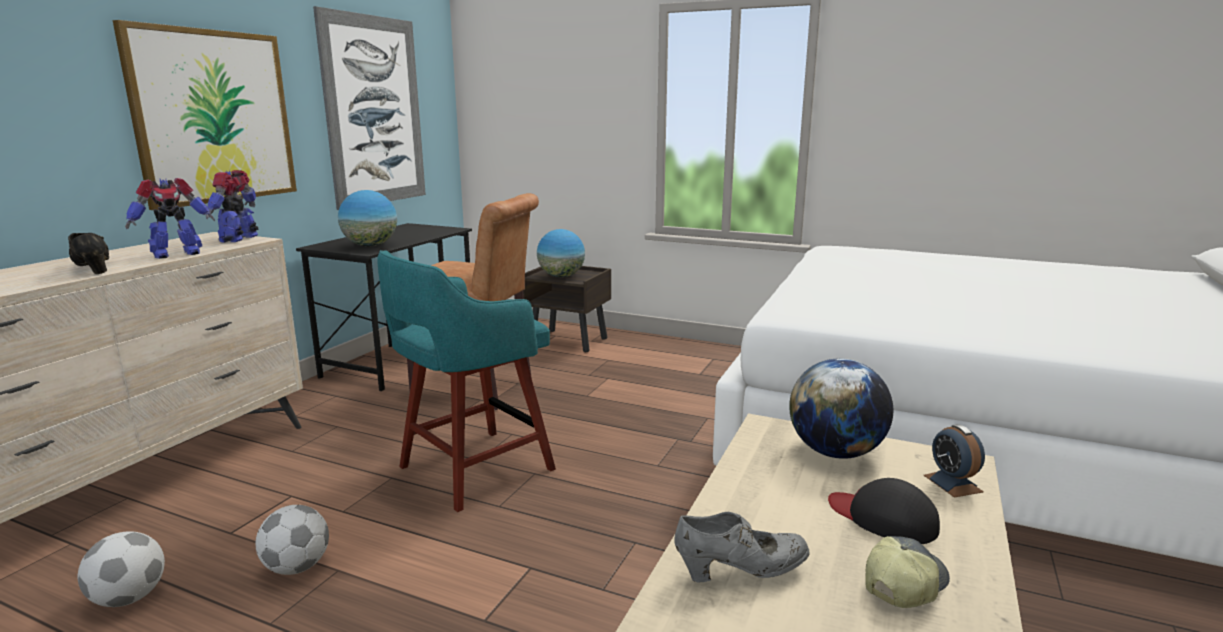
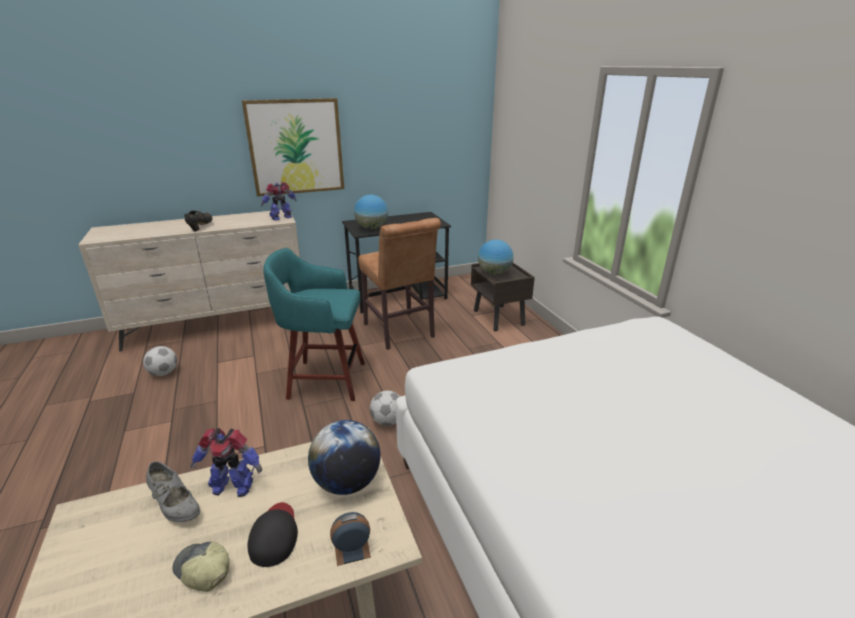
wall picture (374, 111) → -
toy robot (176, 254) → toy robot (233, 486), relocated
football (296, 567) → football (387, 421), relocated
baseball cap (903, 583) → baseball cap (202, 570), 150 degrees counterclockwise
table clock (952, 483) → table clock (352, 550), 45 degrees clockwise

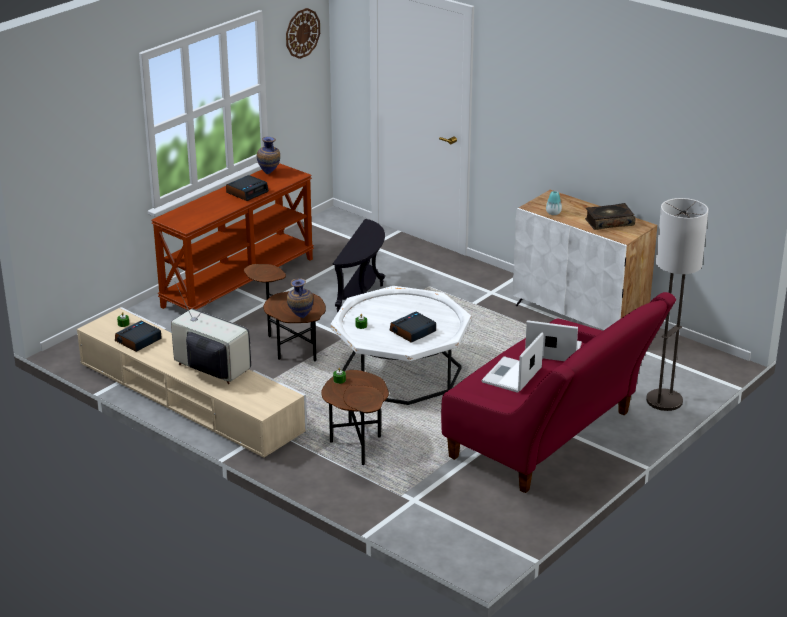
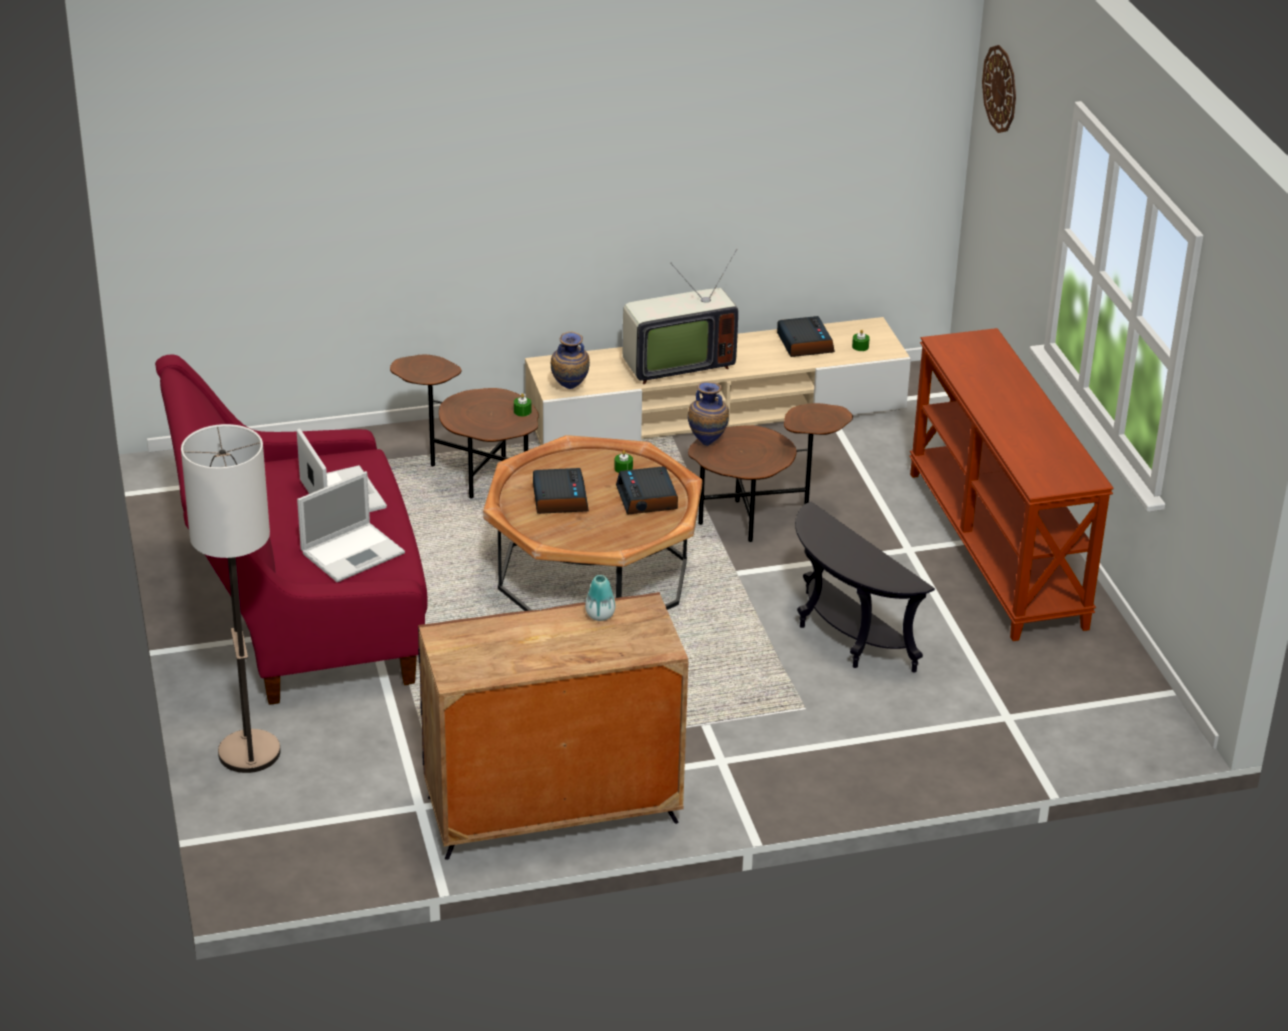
volume (609, 222) → -
table clock (247, 192) → table clock (647, 498), relocated
decorative vase (269, 173) → decorative vase (569, 390), relocated
hanging clock (302, 33) → hanging clock (1000, 89), relocated
coffee table in white (401, 372) → coffee table in brown-coloured (593, 575)
storage cabinet in white (580, 315) → storage cabinet in brown-coloured (551, 810)

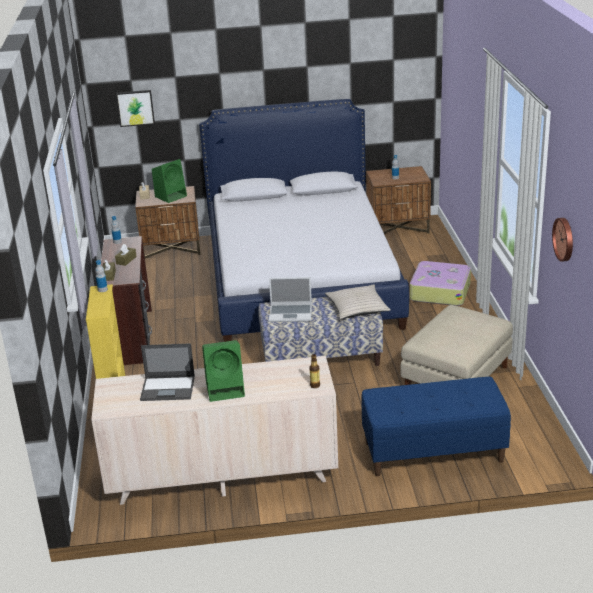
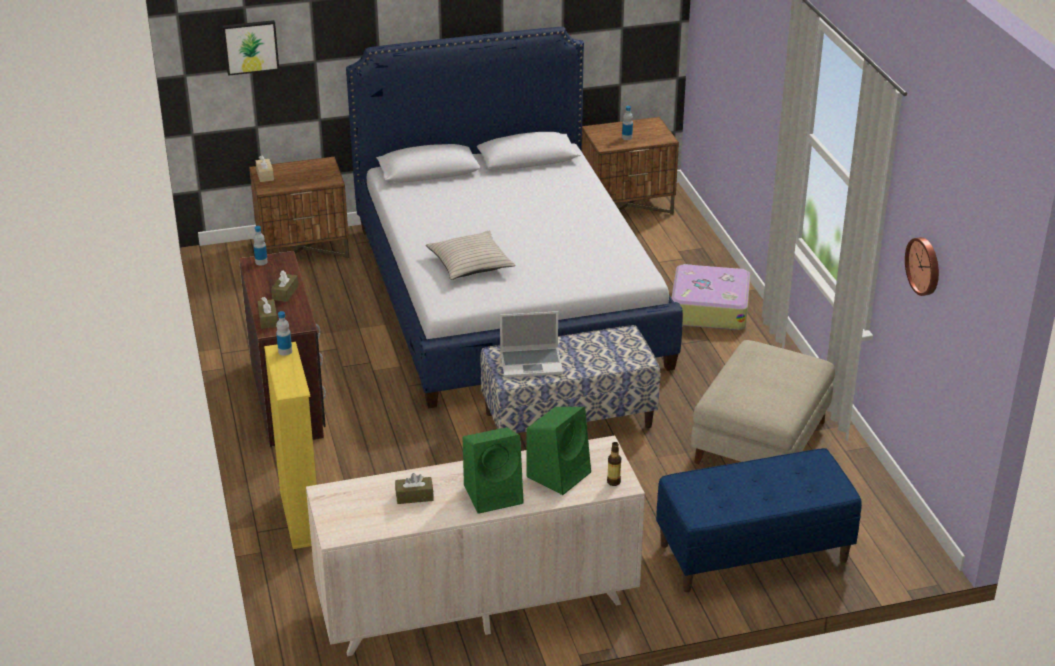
audio speaker in green-coloured (171, 196) → audio speaker in green-coloured (559, 473), relocated
pillow in beige-coloured (357, 308) → pillow in beige-coloured (470, 264), relocated
notebook computer (168, 388) → tissue box in brown-coloured (414, 496)

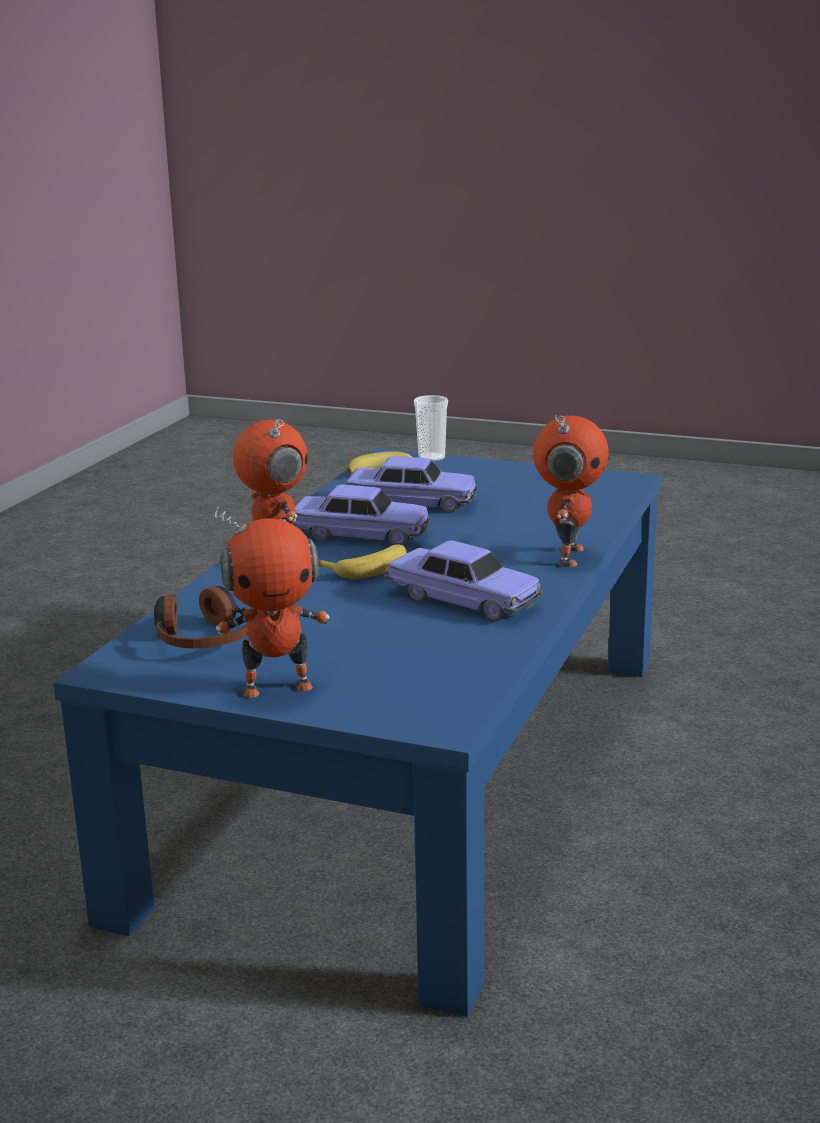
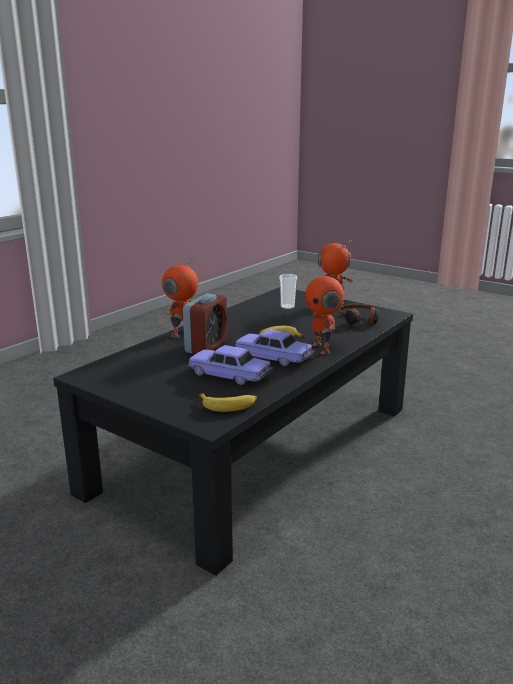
miniature car (463, 599) → -
- → table clock (206, 346)
cup (431, 458) → cup (287, 307), relocated
coffee table in blue (415, 772) → coffee table in black-coloured (255, 447)

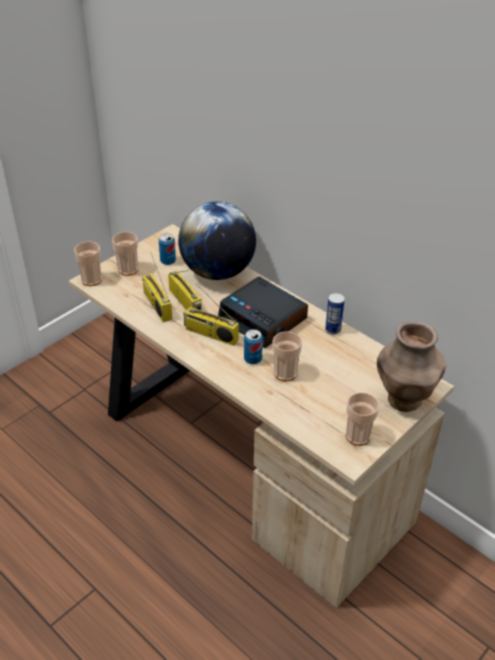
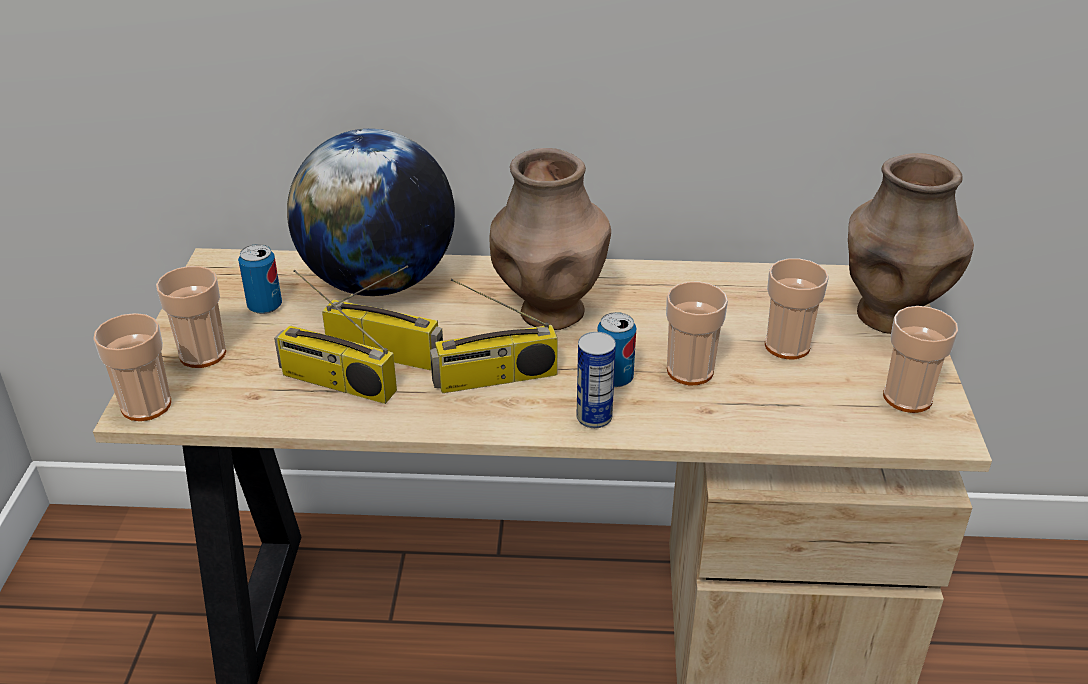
- → cup (787, 346)
metal can (333, 329) → metal can (594, 417), relocated
table clock (264, 319) → decorative vase in brown-coloured (549, 313)

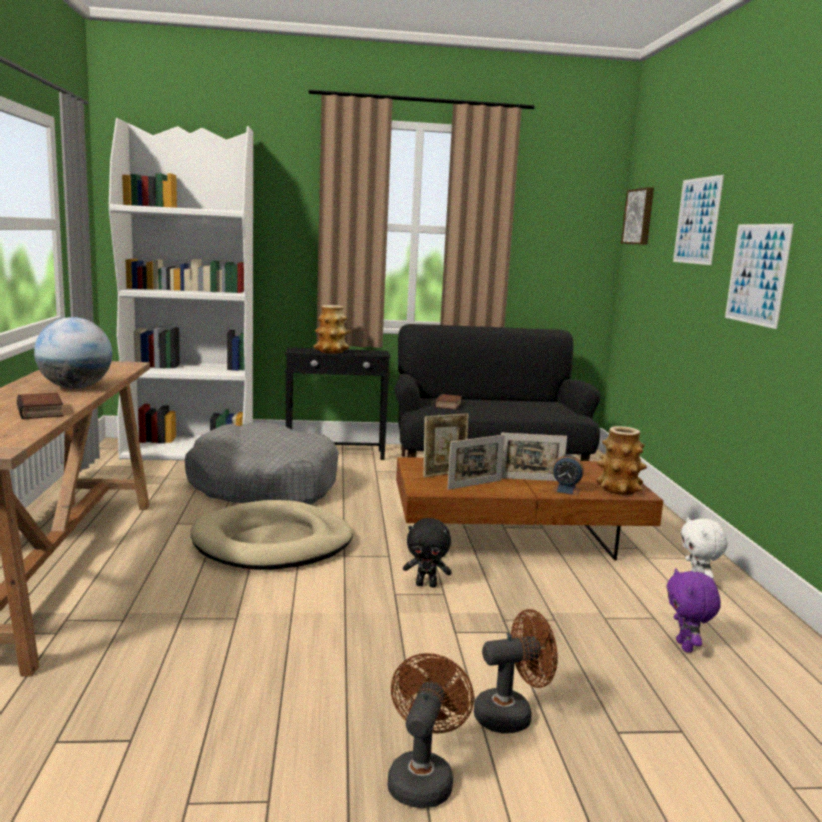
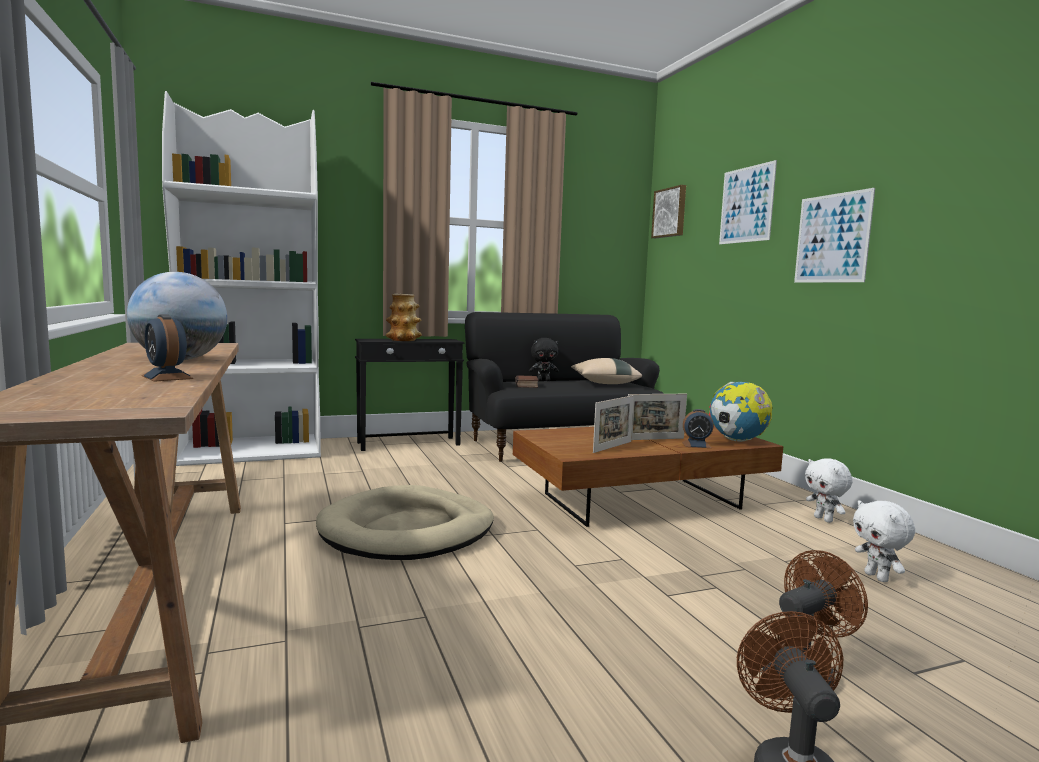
dog cushion in gray (263, 486) → -
picture frame (444, 473) → -
- → pillow in beige-coloured (604, 383)
soft toy in black-coloured (426, 585) → soft toy in black-coloured (543, 380), relocated
volume (42, 412) → table clock (167, 377)
decorative vase (618, 489) → globe (737, 440)
soft toy in purple (686, 647) → soft toy in white (877, 577)

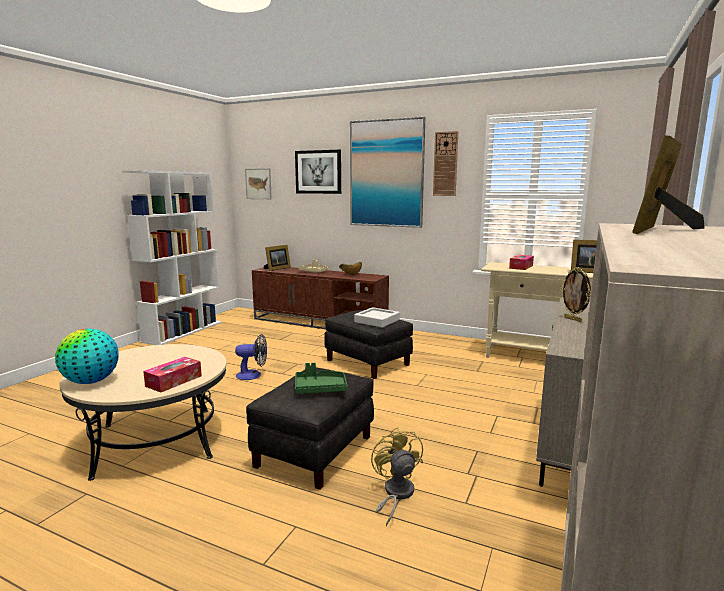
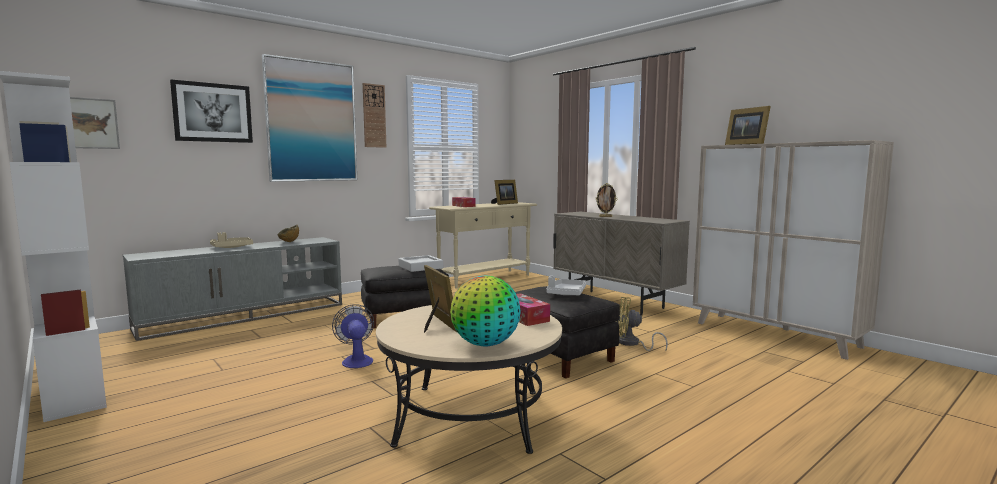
picture frame (276, 269) → picture frame (438, 324), relocated
media console in brown-coloured (320, 323) → media console in gray (245, 315)
carrying tray in green-coloured (320, 389) → carrying tray in gray (566, 293)
electric fan (253, 375) → electric fan (356, 360), 45 degrees counterclockwise

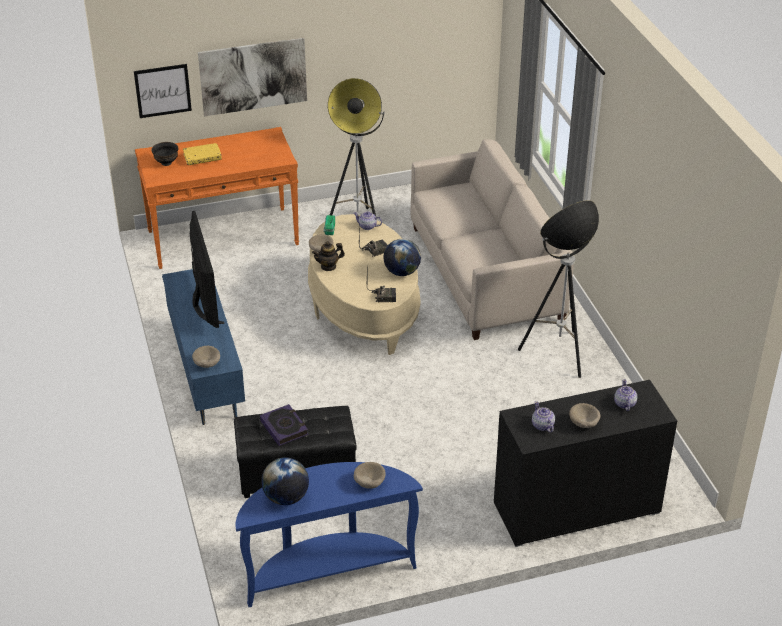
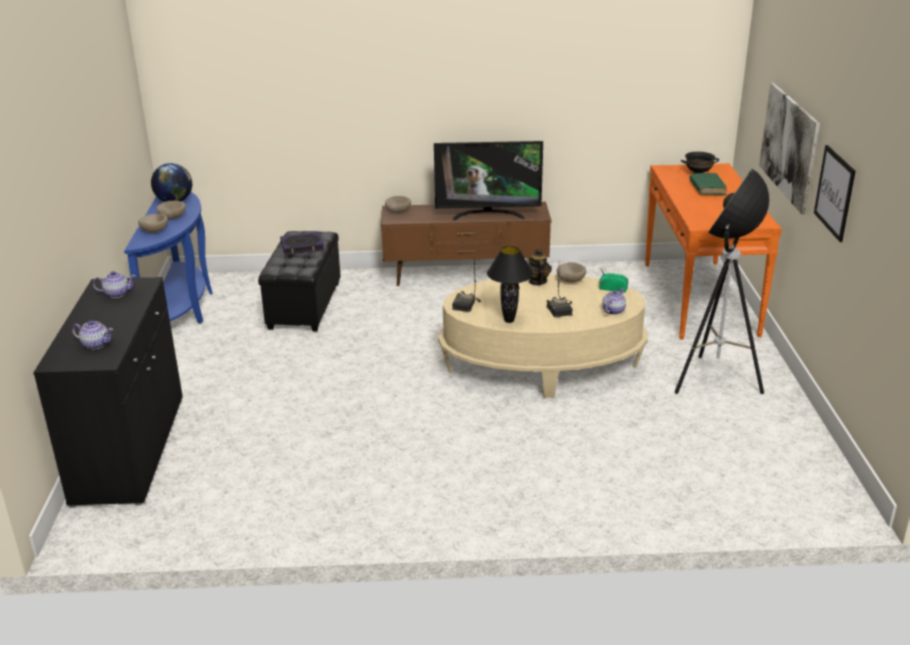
settee in beige-coloured (485, 273) → -
standing lamp (558, 354) → -
wall picture (162, 90) → wall picture (834, 192), relocated
serving bowl in beige-coloured (583, 424) → serving bowl in beige-coloured (172, 217), relocated
globe (401, 272) → tabletop lamp in black-coloured (509, 320)
media console in blue (207, 375) → media console in brown-coloured (465, 277)
volume in yellow-coloured (202, 158) → volume in green-coloured (707, 188)

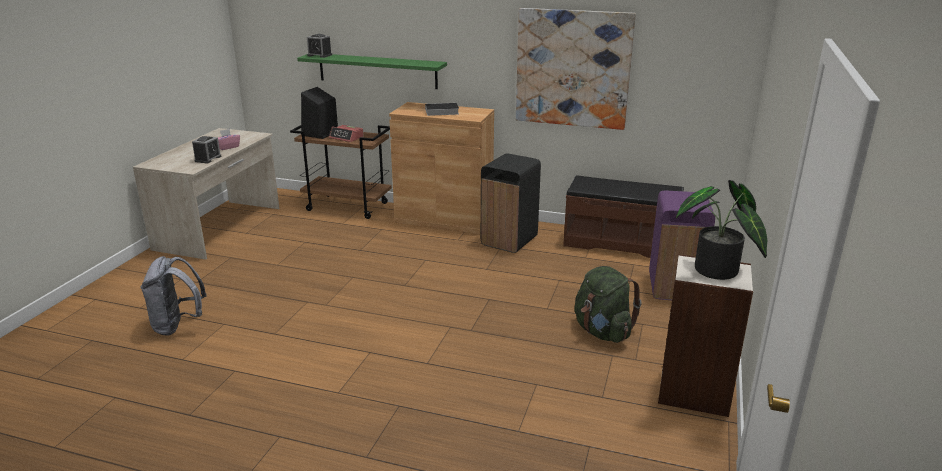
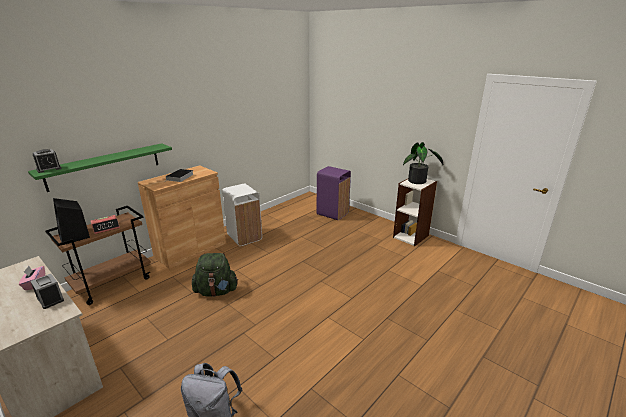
wall picture (573, 68) → -
indoor bench in brown-coloured (620, 243) → -
backpack in green-coloured (602, 332) → backpack in green-coloured (216, 291), relocated
rubbish bin in black-coloured (510, 240) → rubbish bin in white (244, 237)

